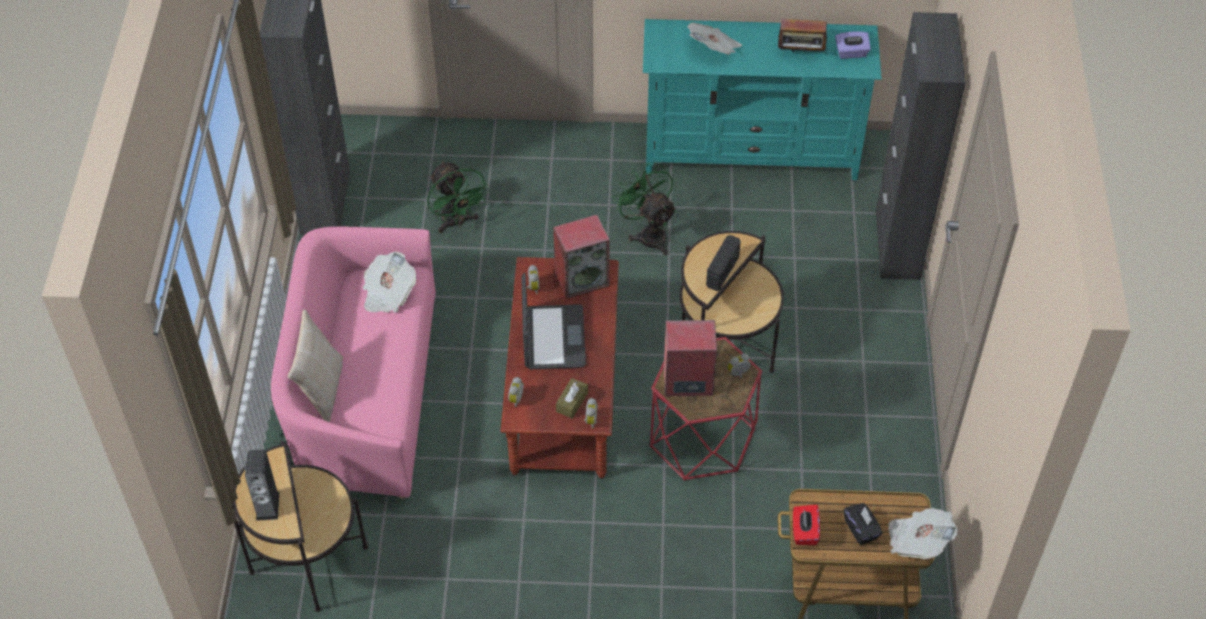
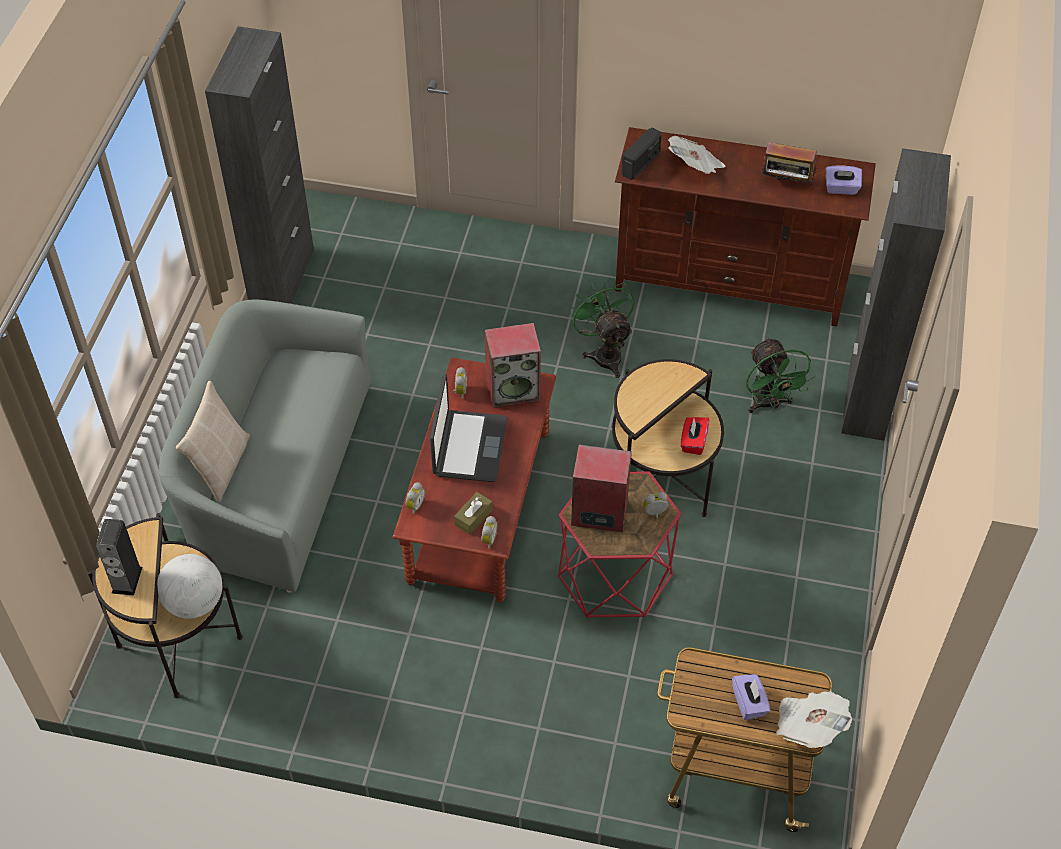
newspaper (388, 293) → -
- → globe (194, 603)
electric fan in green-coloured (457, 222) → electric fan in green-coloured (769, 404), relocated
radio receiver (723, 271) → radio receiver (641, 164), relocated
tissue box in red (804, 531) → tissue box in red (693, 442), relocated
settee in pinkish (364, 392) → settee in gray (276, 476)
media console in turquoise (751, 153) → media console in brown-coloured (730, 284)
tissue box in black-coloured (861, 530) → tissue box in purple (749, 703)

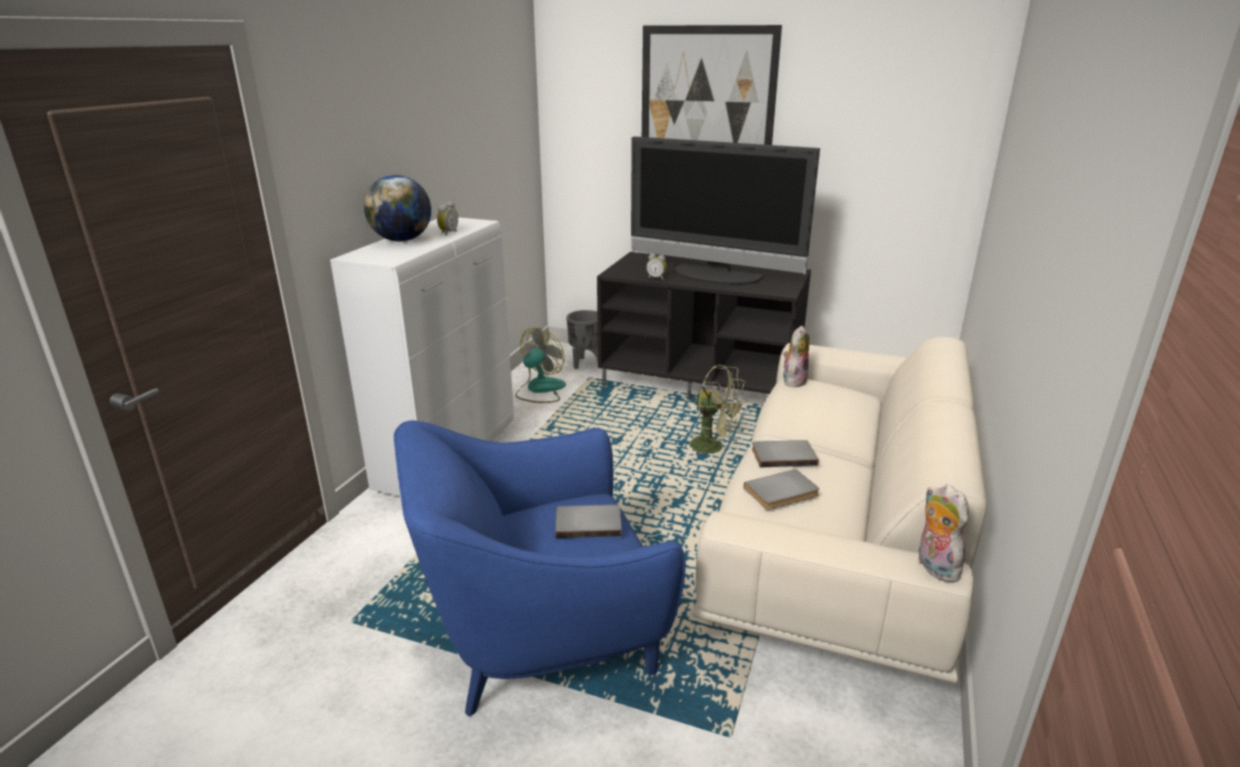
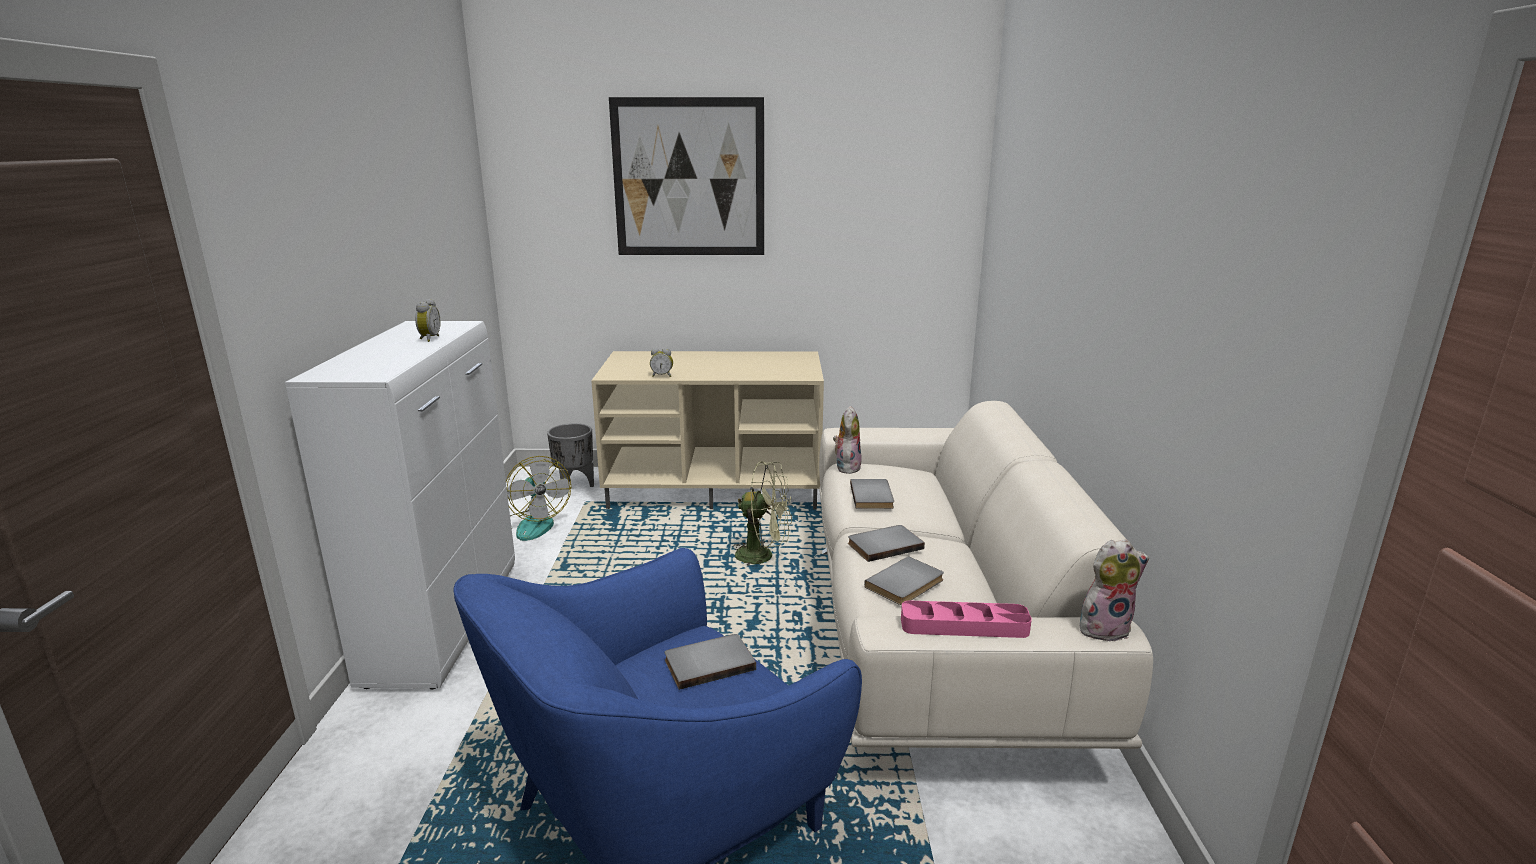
globe (402, 240) → -
TV set (715, 276) → -
- → volume in gray (873, 496)
- → carrying tray in pinkish (964, 625)
media console in black-coloured (701, 382) → media console in beige-coloured (716, 488)
electric fan (540, 390) → electric fan (531, 524), 135 degrees clockwise
soft toy (933, 567) → soft toy (1104, 628), 120 degrees clockwise

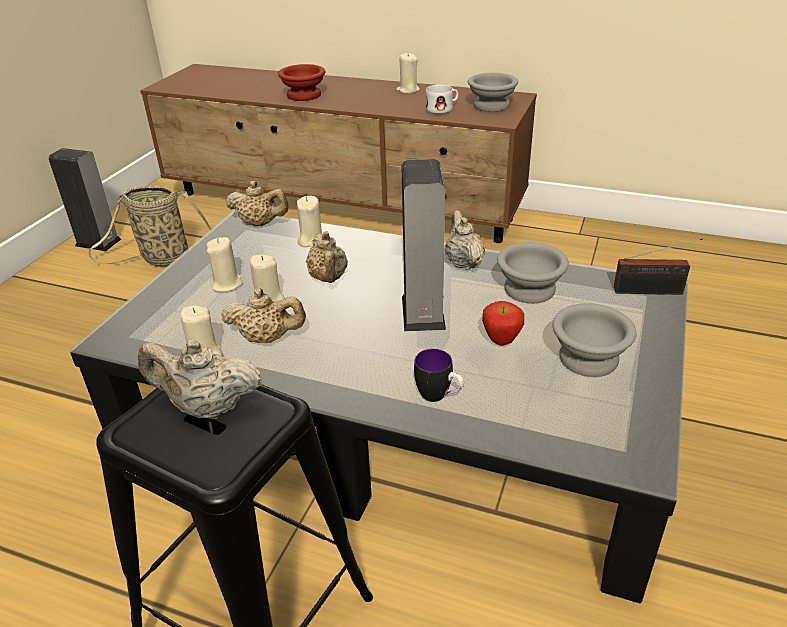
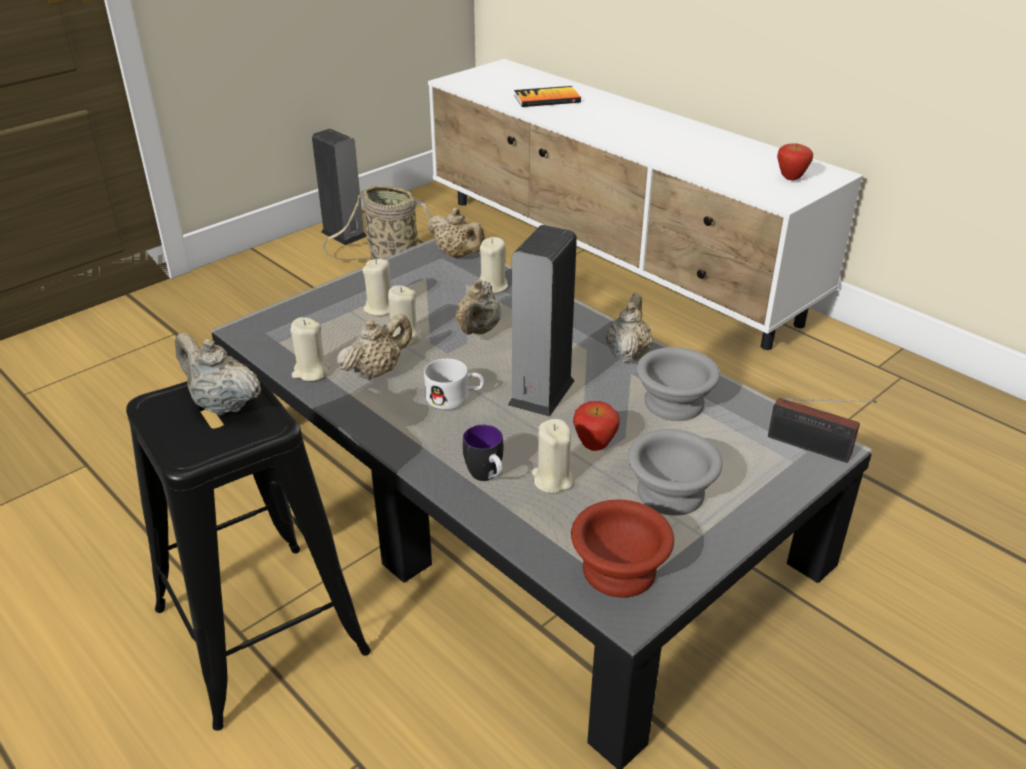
- → volume (547, 99)
serving bowl in brown-coloured (304, 95) → serving bowl in brown-coloured (621, 569), relocated
wax candle in beige-coloured (408, 90) → wax candle in beige-coloured (552, 480), relocated
mug in white (443, 109) → mug in white (455, 398), relocated
serving bowl in gray (492, 105) → apple fruit (791, 178)
media console in brown-coloured (342, 207) → media console in white (613, 259)
teapot in beige-coloured (267, 338) → teapot in beige-coloured (377, 371), 75 degrees counterclockwise

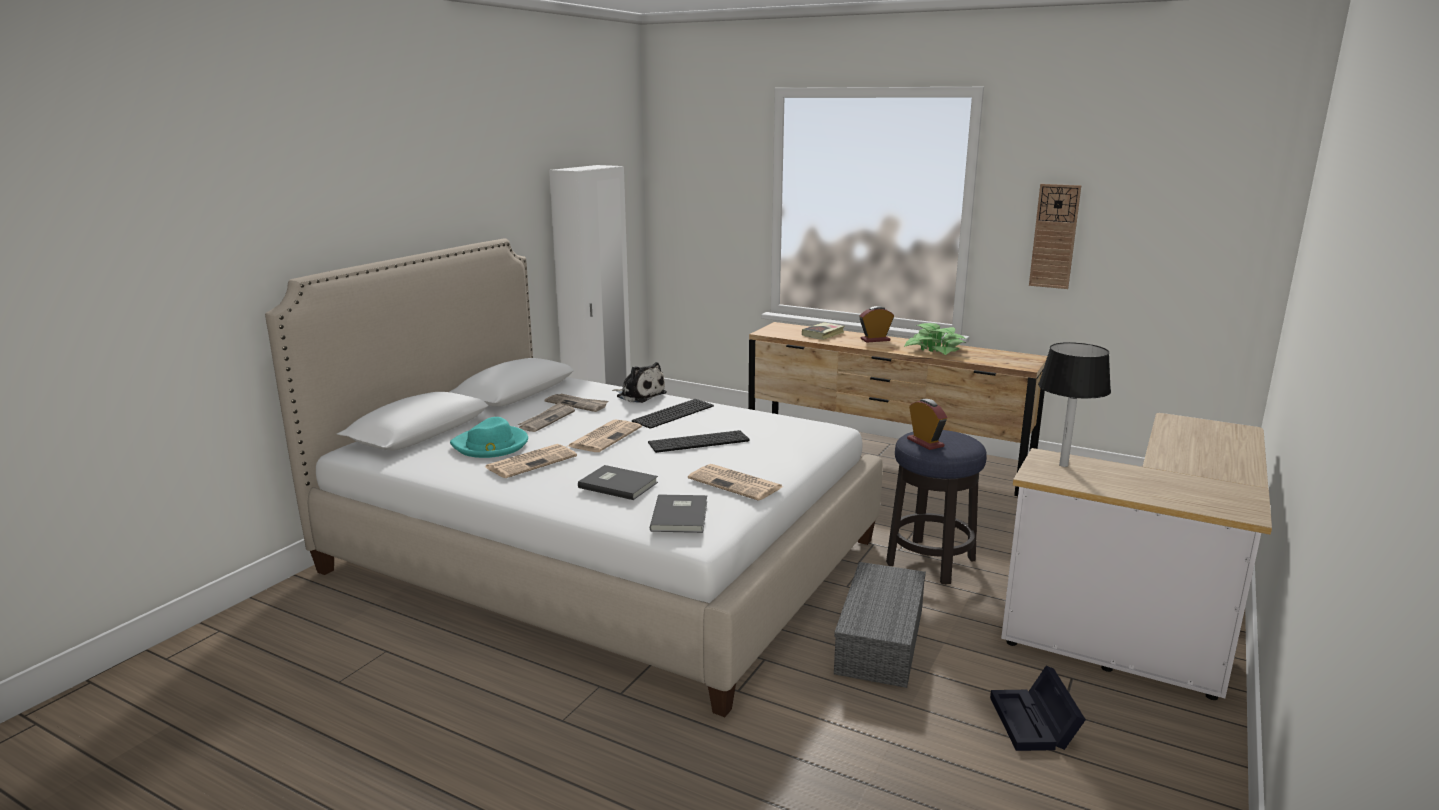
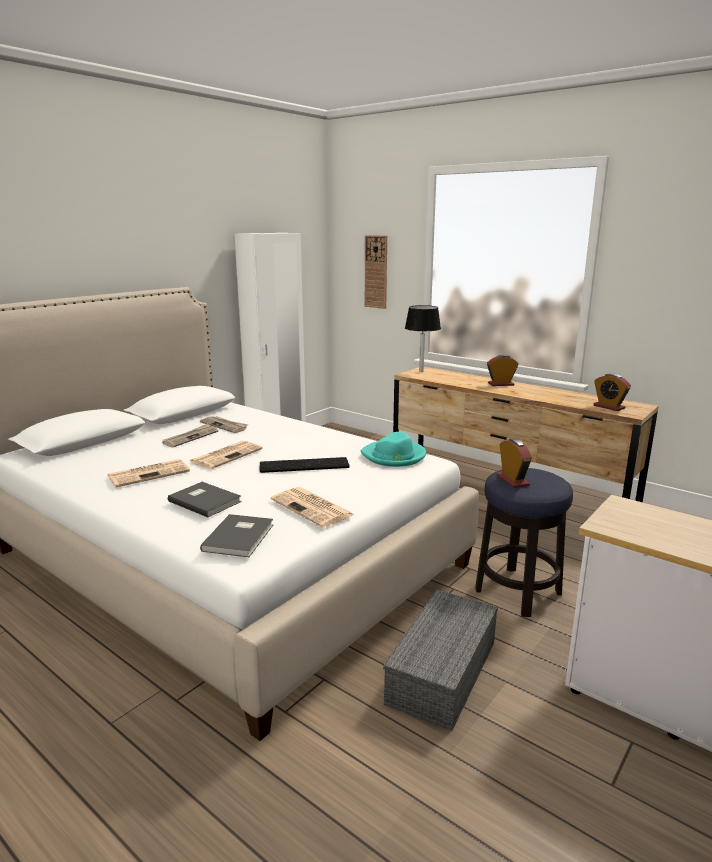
soft toy (639, 395) → -
keyboard (673, 413) → -
volume (823, 334) → -
houseplant (935, 349) → -
storage container in black-coloured (1035, 724) → -
- → table clock (609, 407)
hat in turquoise (491, 445) → hat in turquoise (394, 456), relocated
hanging clock (1054, 236) → hanging clock (376, 272), relocated
tabletop lamp in black-coloured (1063, 465) → tabletop lamp in black-coloured (421, 371), relocated

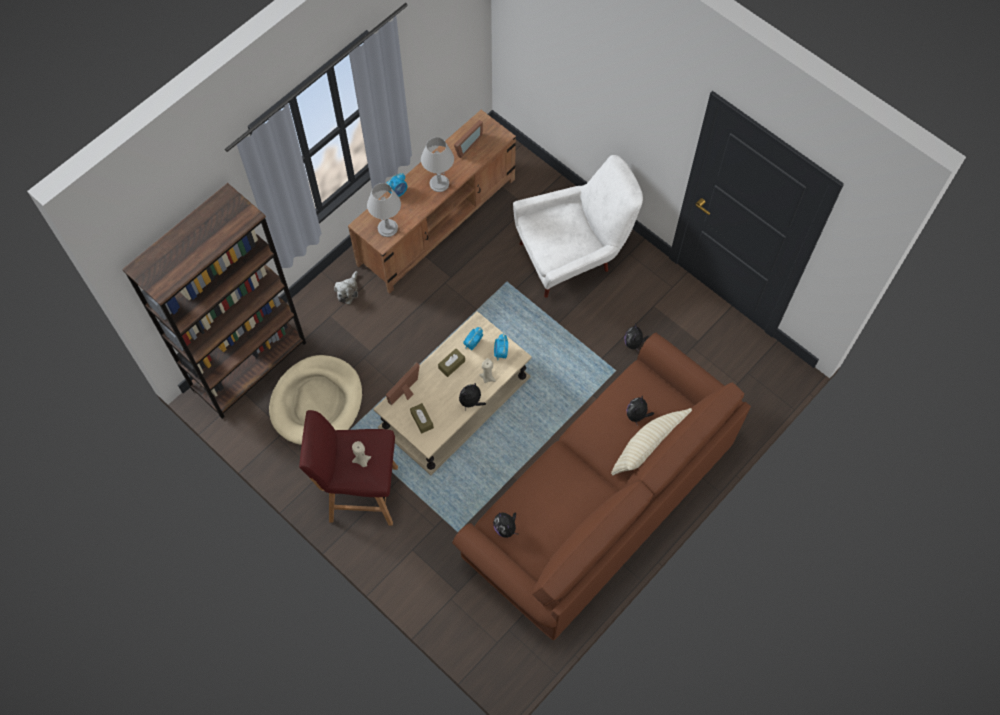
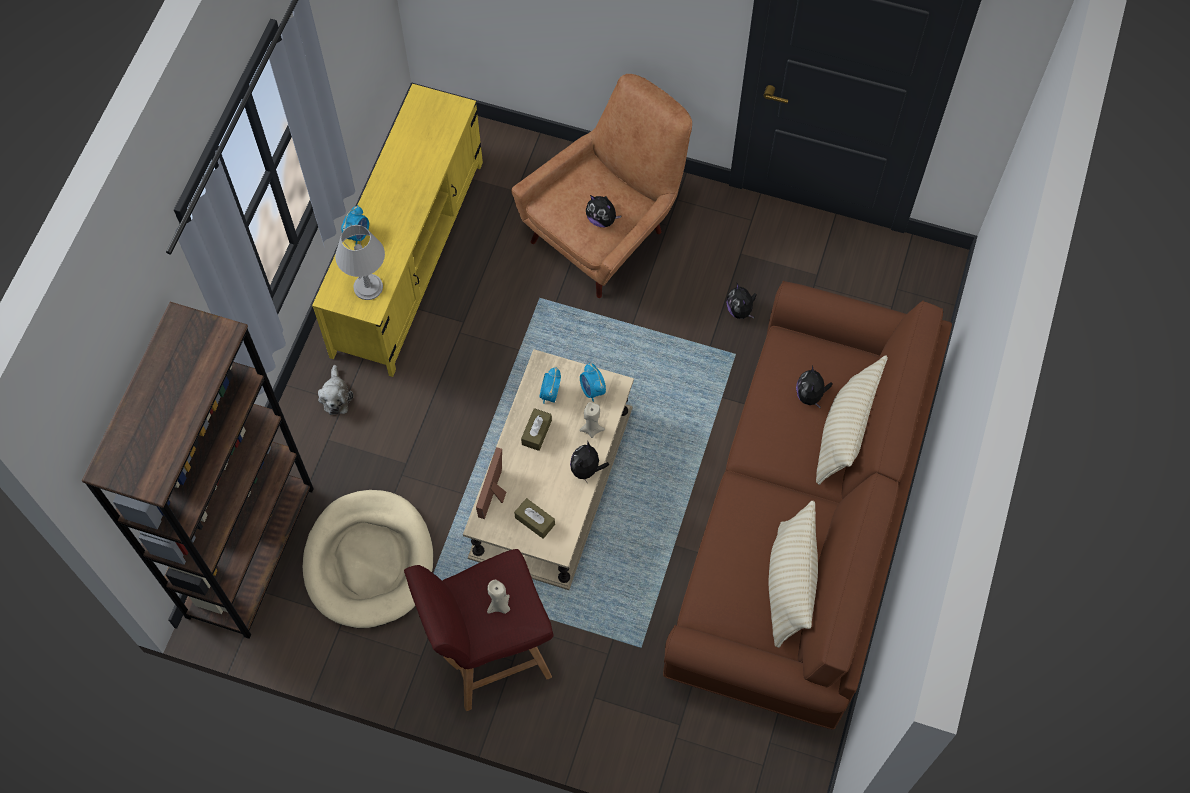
tabletop lamp in gray (439, 183) → -
picture frame (465, 144) → -
- → pillow in beige-coloured (789, 585)
soft toy (506, 528) → soft toy (602, 219), relocated
media console in brown-coloured (437, 221) → media console in yellow-coloured (409, 256)
armchair in white (573, 255) → armchair in brown-coloured (607, 230)

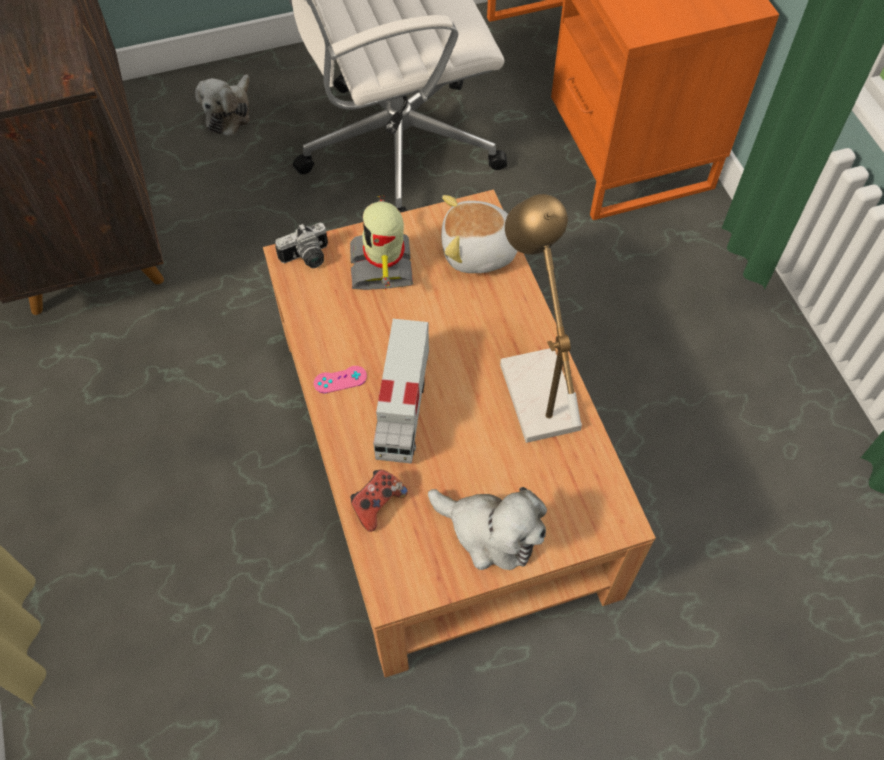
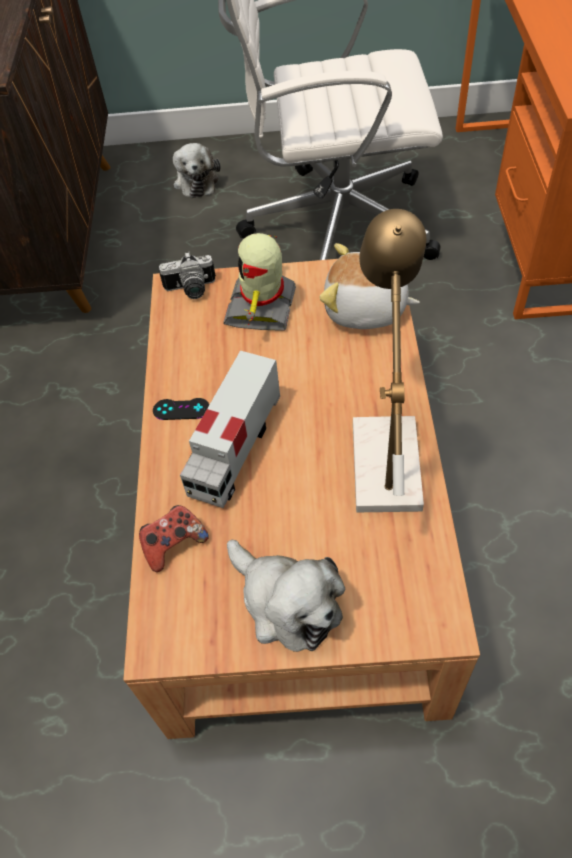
gamepad in pinkish (340, 379) → gamepad in black-coloured (181, 409)
soft toy (229, 113) → soft toy (196, 181), 45 degrees counterclockwise

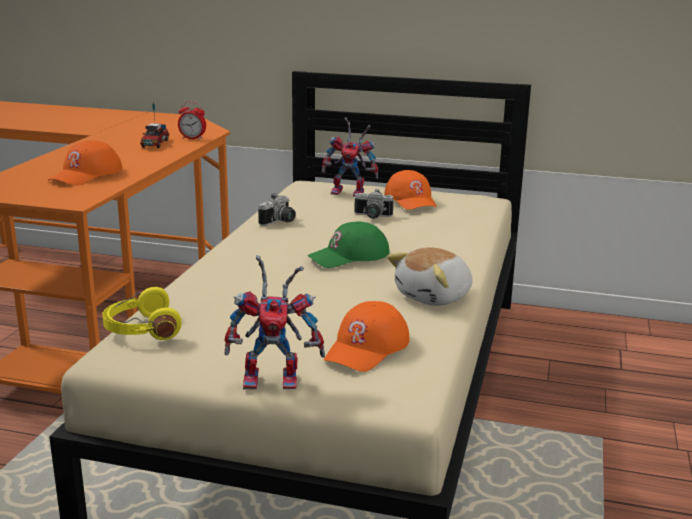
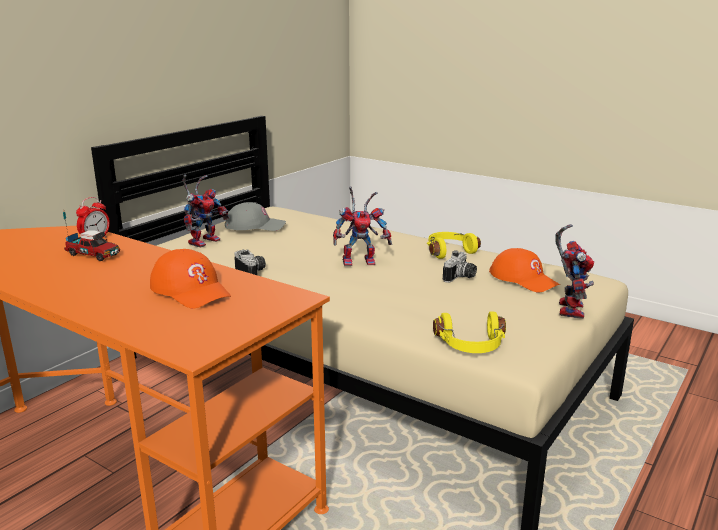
photo camera (371, 216) → photo camera (461, 277), relocated
baseball cap in green-coloured (349, 256) → toy robot (361, 261)
soft toy (435, 297) → headset in yellow-coloured (448, 251)
baseball cap in orangey (411, 200) → baseball cap in gray (255, 226)

